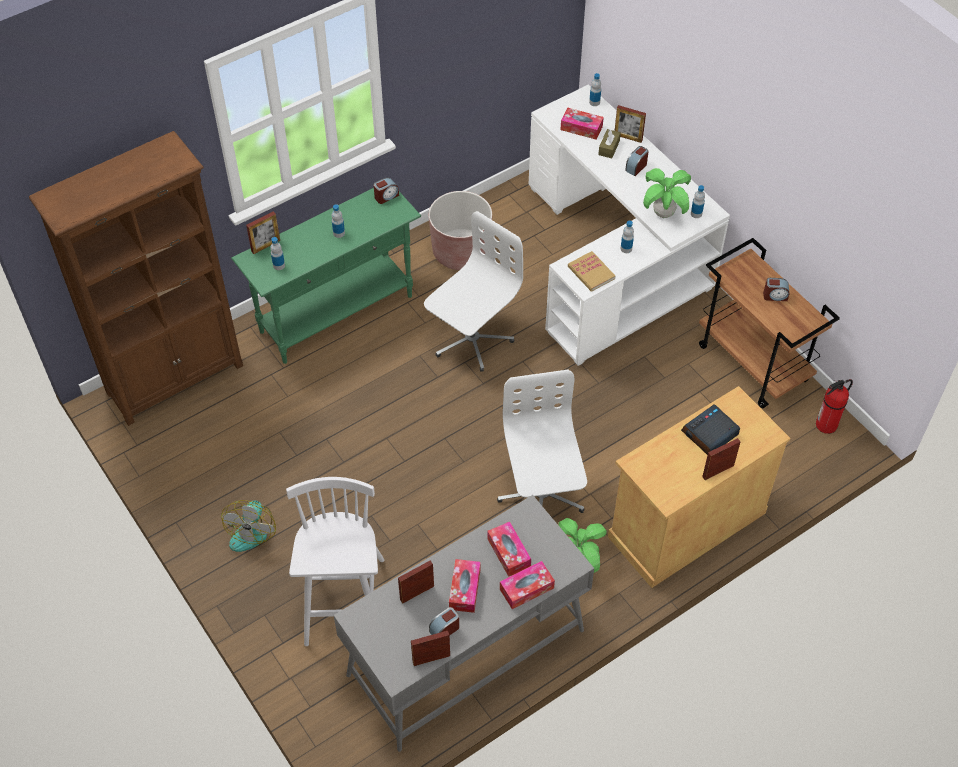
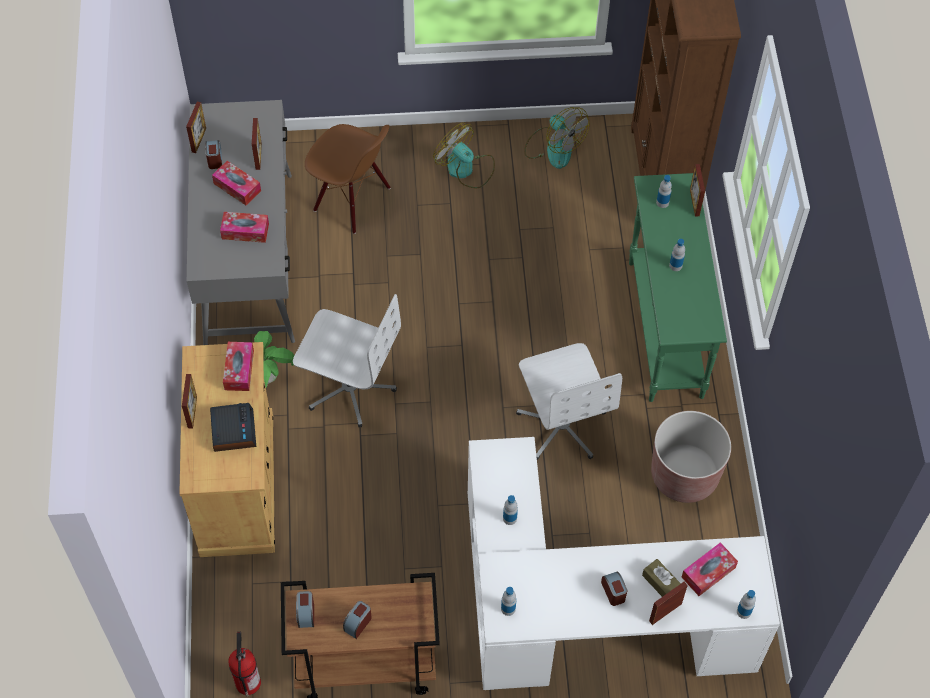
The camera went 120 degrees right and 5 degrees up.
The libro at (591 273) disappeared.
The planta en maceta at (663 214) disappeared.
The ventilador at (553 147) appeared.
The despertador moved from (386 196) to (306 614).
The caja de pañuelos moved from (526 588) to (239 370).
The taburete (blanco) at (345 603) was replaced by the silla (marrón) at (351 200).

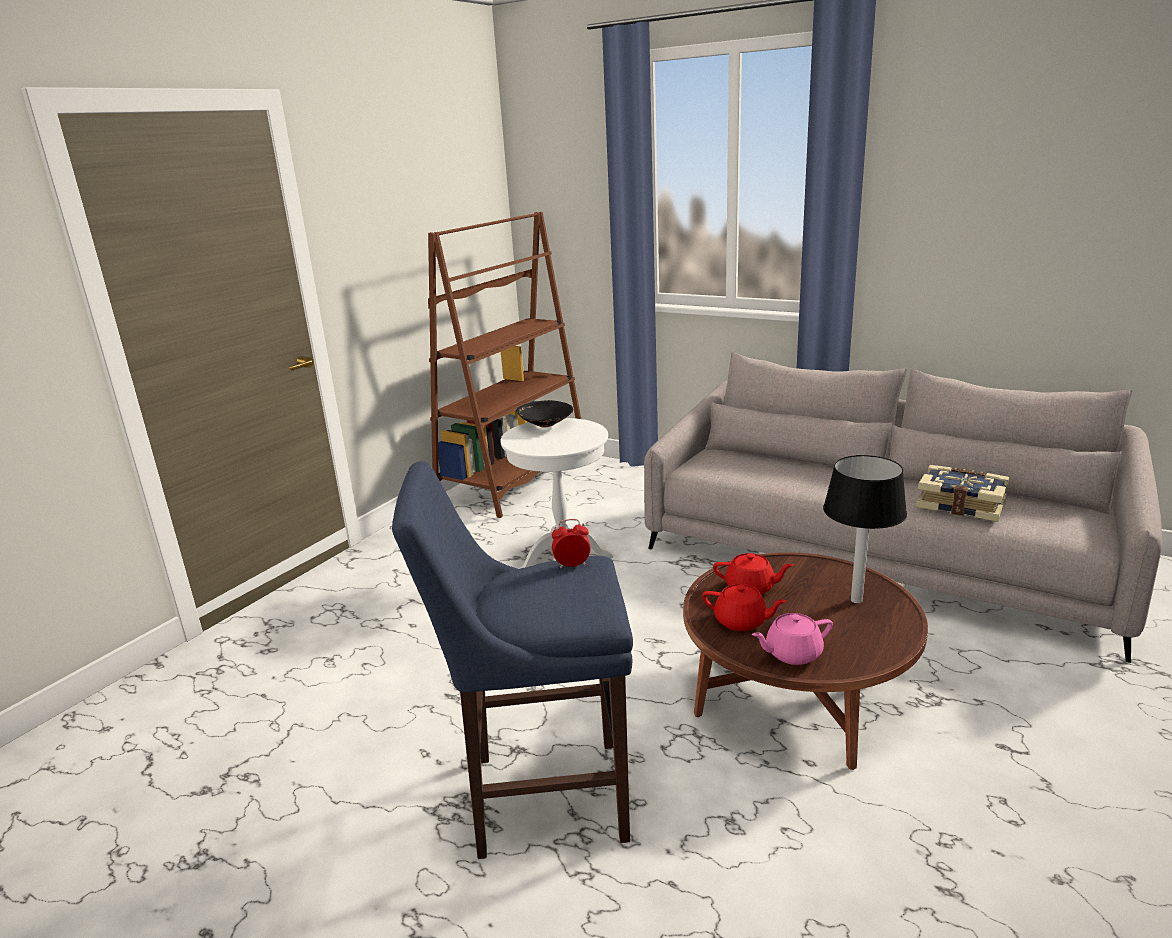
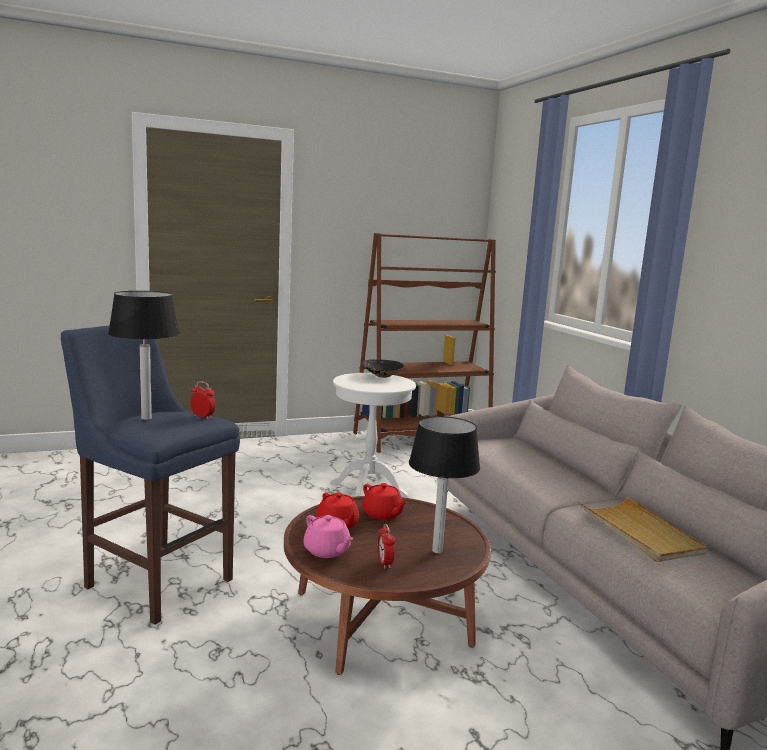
The camera went 35 degrees right and 10 degrees down.
The lámpara de mesa at (146 418) appeared.
The despertador at (384 563) appeared.
The libro at (961 504) was replaced by the bandeja (beis) at (639 532).
The tetera (rosa) at (792 653) turned 150 degrees counterclockwise.

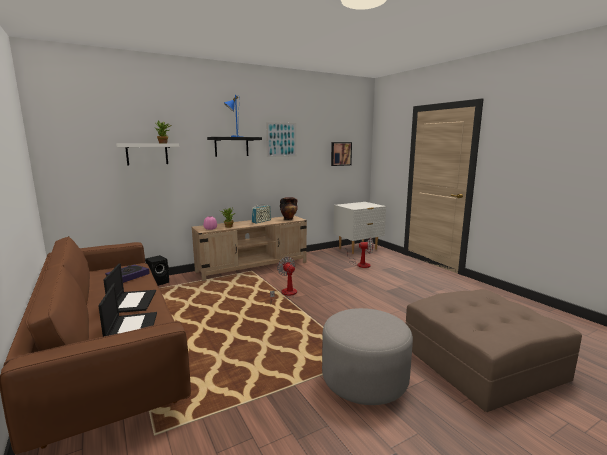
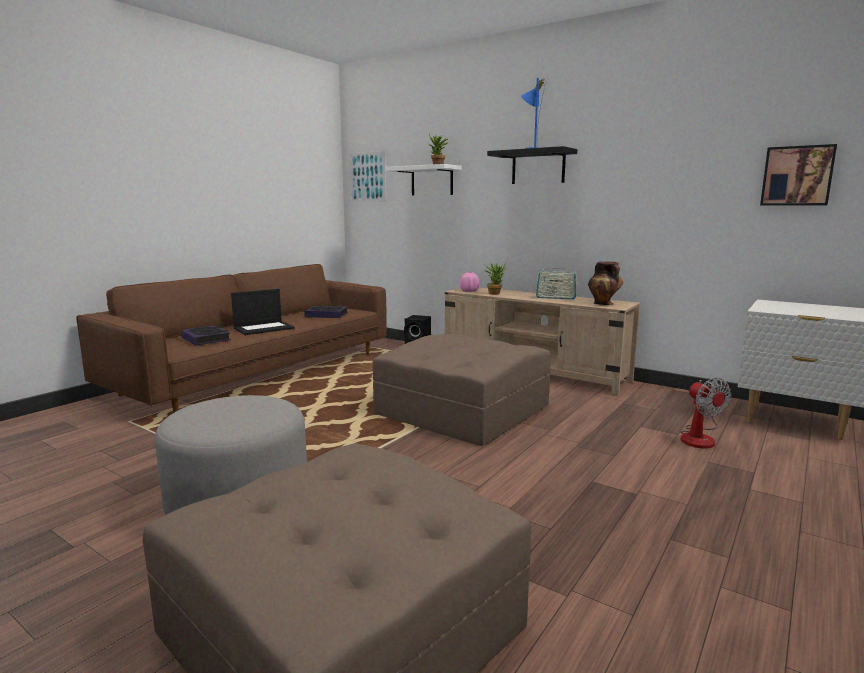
The camera went 65 degrees right and 0 degrees up.
The cuadro moved from (281 139) to (367 177).
The portátil at (131 327) was replaced by the libro at (206 339).
The ventilador at (286 294) was replaced by the puf (marrón) at (462 409).

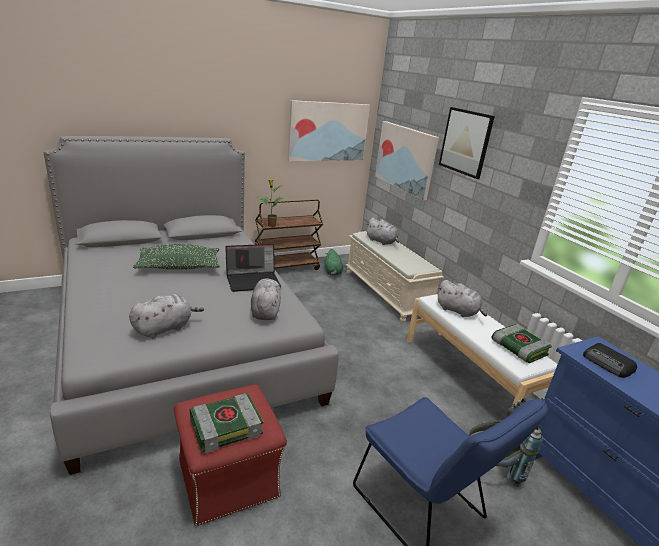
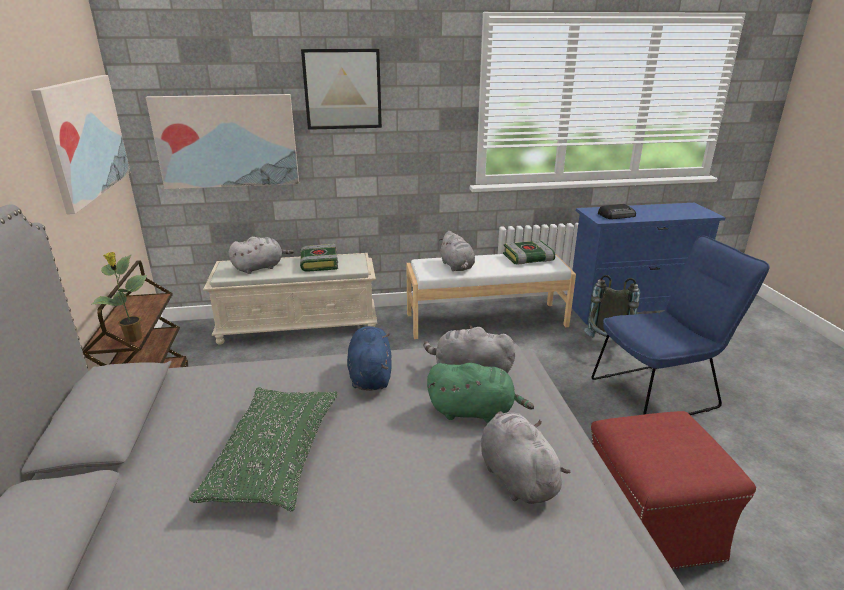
The camera went 70 degrees left and 0 degrees up.
The libro moved from (226 426) to (318 263).
The peluche (verde) moved from (332 272) to (474 412).
The portátil at (253 281) was replaced by the peluche (azul) at (370 375).
The peluche (gris) at (458 311) turned 105 degrees clockwise.

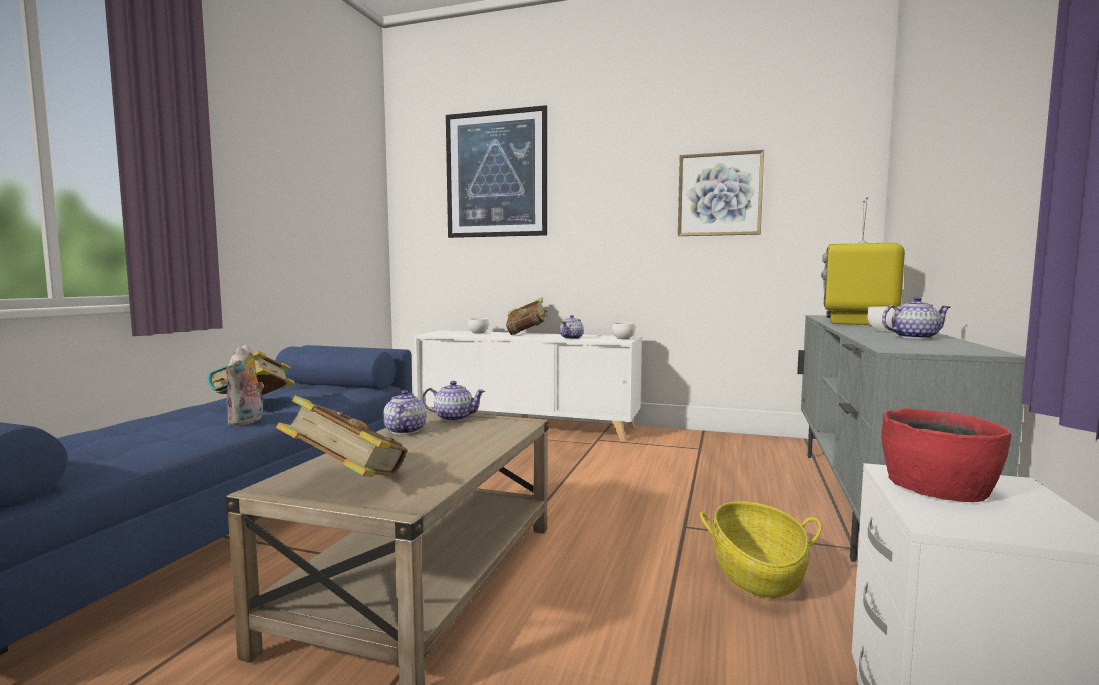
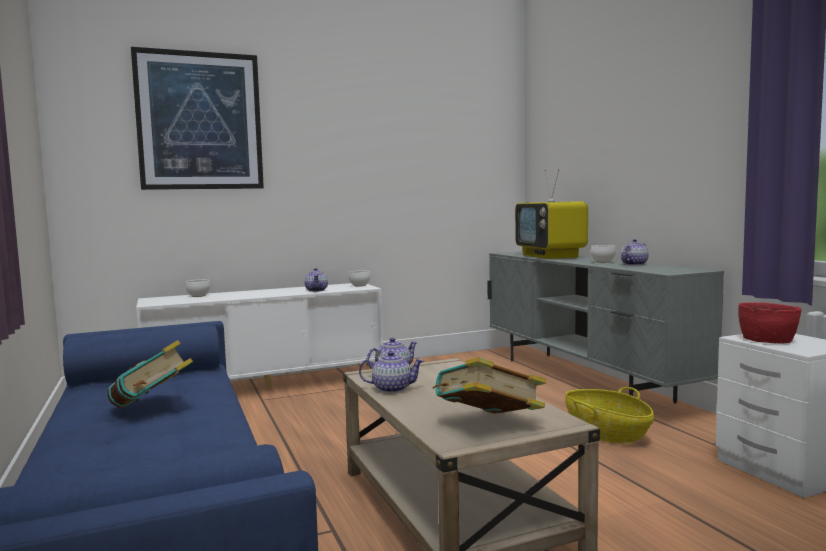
The camera went 40 degrees left and 0 degrees up.
The peluche at (247 421) disappeared.
The libro at (527 334) disappeared.
The cuadro at (719 194) disappeared.
The tetera at (404 431) turned 135 degrees clockwise.

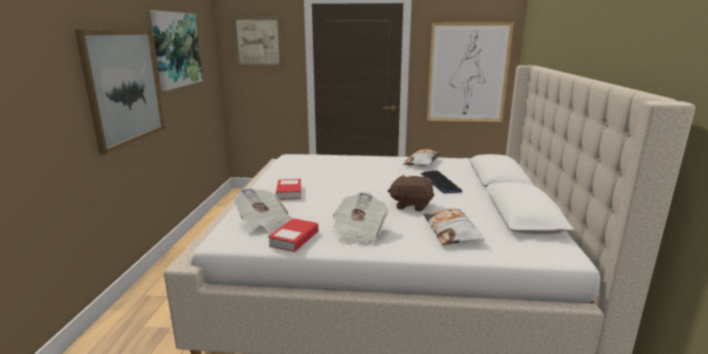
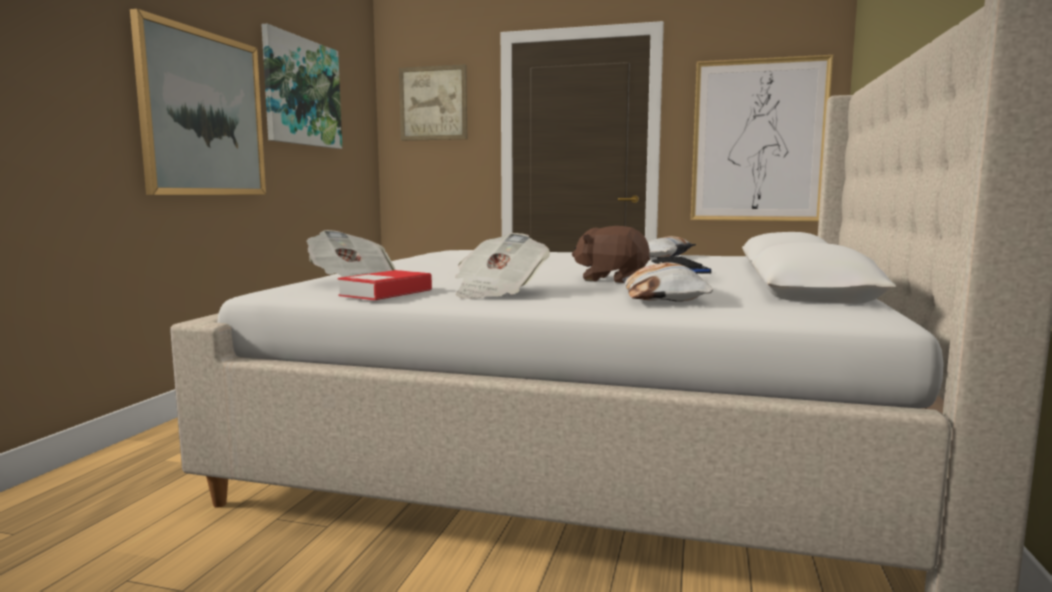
The camera went 10 degrees right and 10 degrees down.
The libro at (289 192) disappeared.

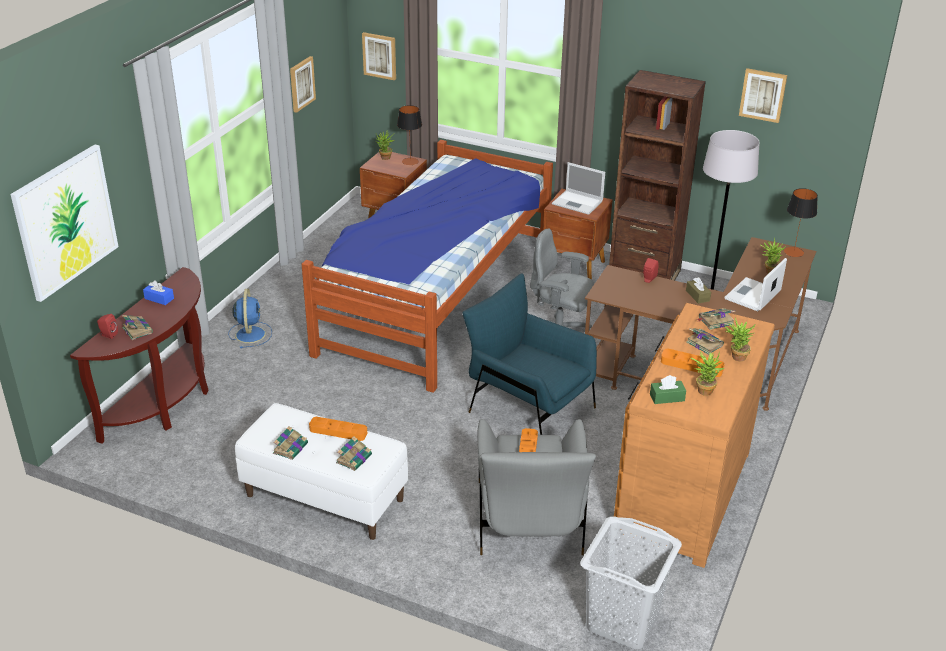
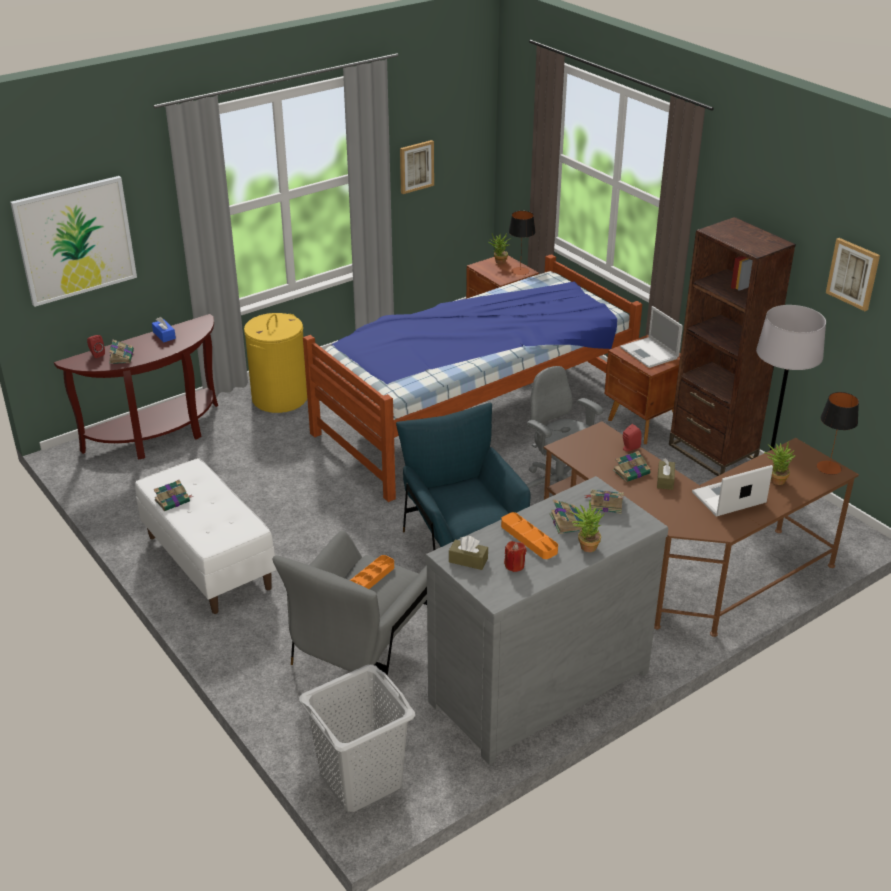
The camera went 30 degrees right and 0 degrees up.
The bandeja (naranja) at (338 431) disappeared.
The cuadro at (379 55) disappeared.
The libro moved from (354 458) to (632 472).
The ventilador (azul) at (250 334) was replaced by the cesto de la ropa (amarillo) at (279 398).
The planta en maceta at (703 389) was replaced by the vela (rojo) at (514 565).
The cómoda (marrón) at (681 494) became the cómoda (gris) at (536 684).
The caja de pañuelos (verde) at (667 397) became the caja de pañuelos (marrón) at (468 560).

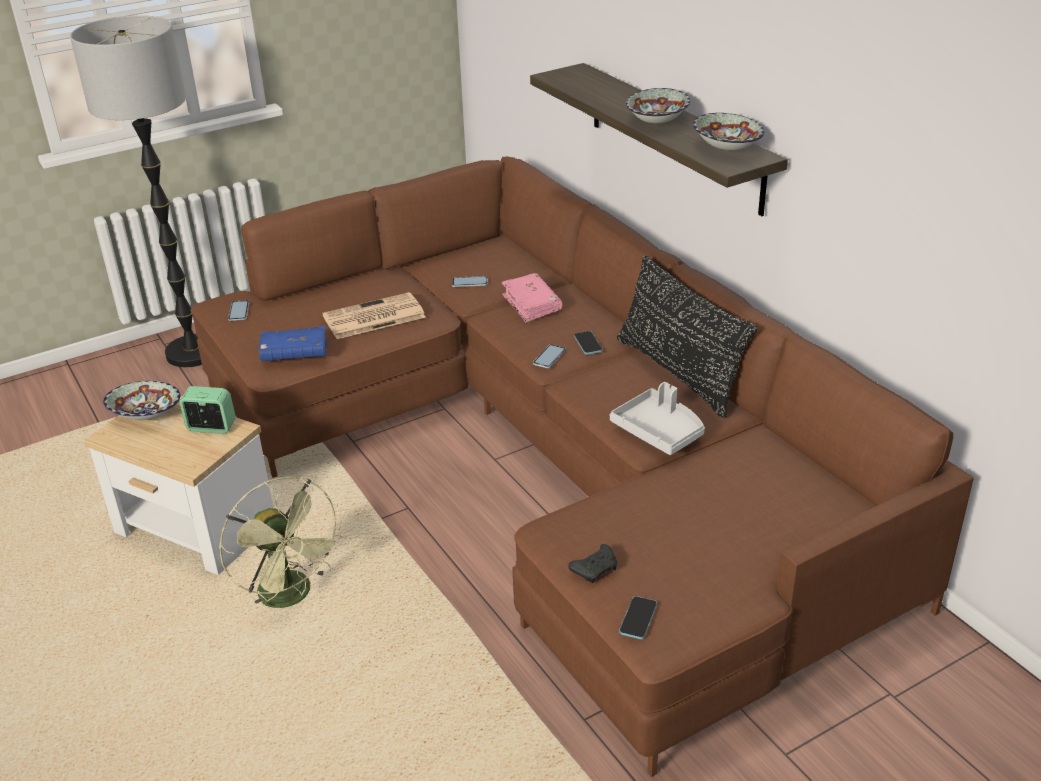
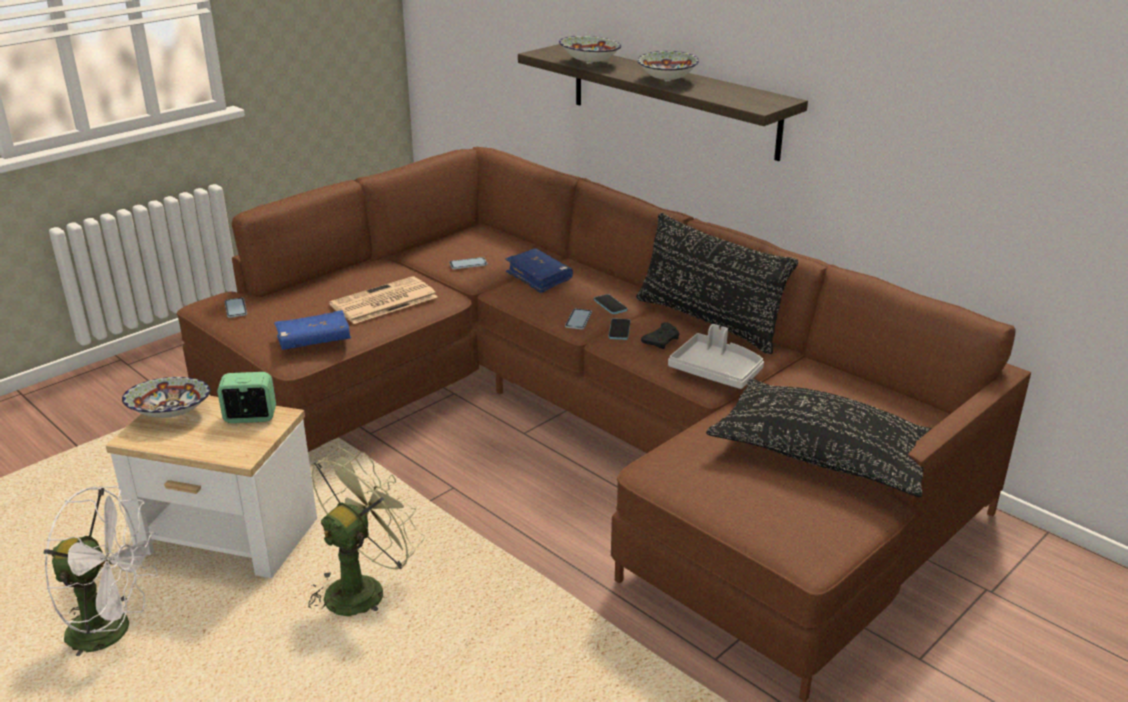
The camera went 15 degrees left and 5 degrees down.
The lámpara de pie at (192 353) disappeared.
The ventilador (blanco) at (113 631) appeared.
The cojín (negro) at (824 456) appeared.
The mando de consola (negro) moved from (595 569) to (661 341).
The móvil moved from (638 619) to (619 330).
The cuenco moved from (725 148) to (588 63).
The libro (rosa) at (531 304) became the libro (azul) at (539 277).
The ventilador (verde) at (292 596) turned 90 degrees counterclockwise.

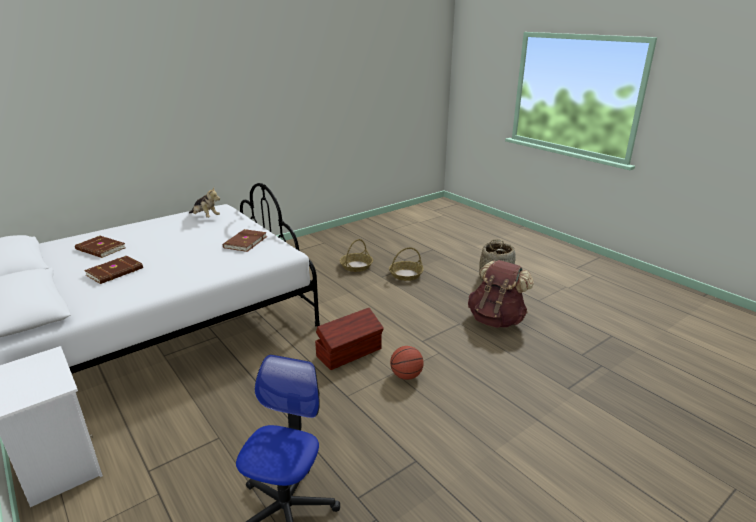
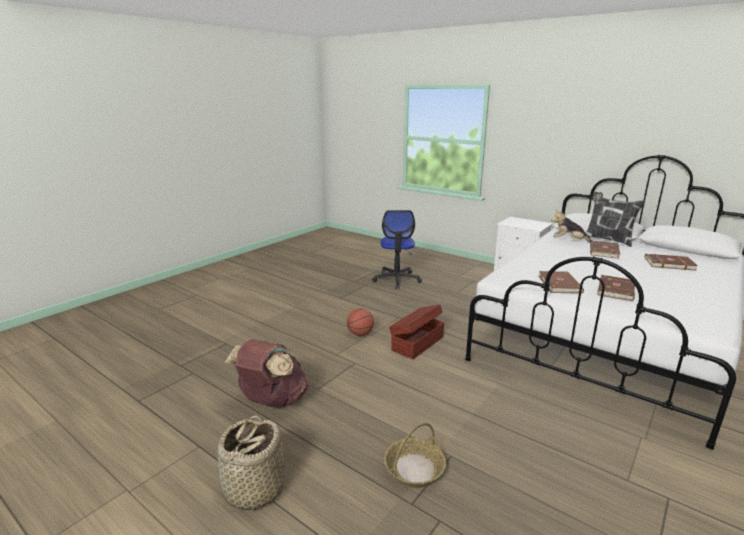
The camera went 165 degrees right and 5 degrees down.
The cesta at (356 266) disappeared.
The cojín at (607 240) appeared.
The libro (marrón) at (617 290) appeared.
The peluche moved from (205 217) to (569 241).

